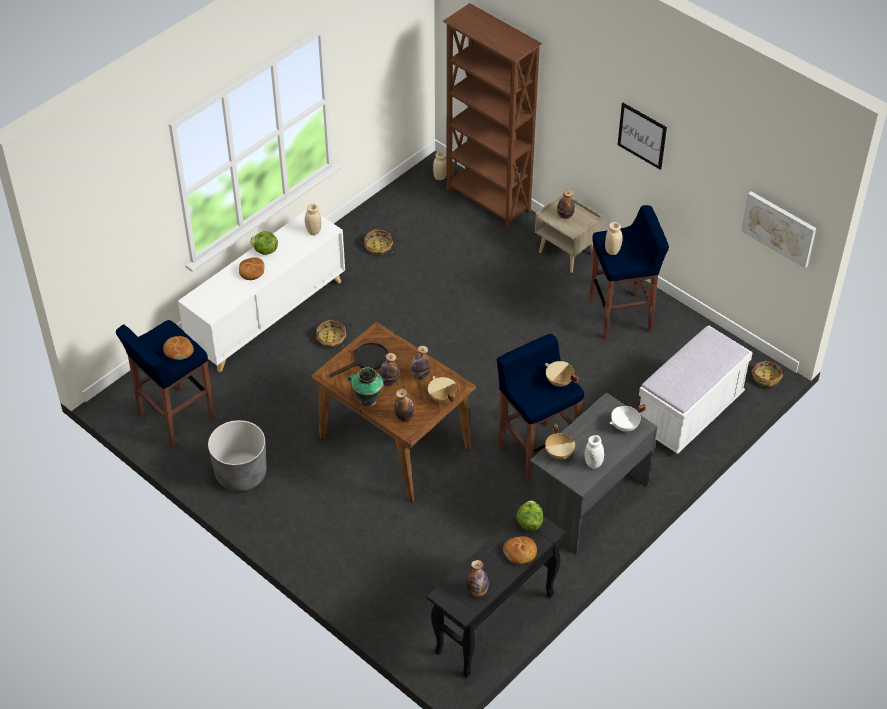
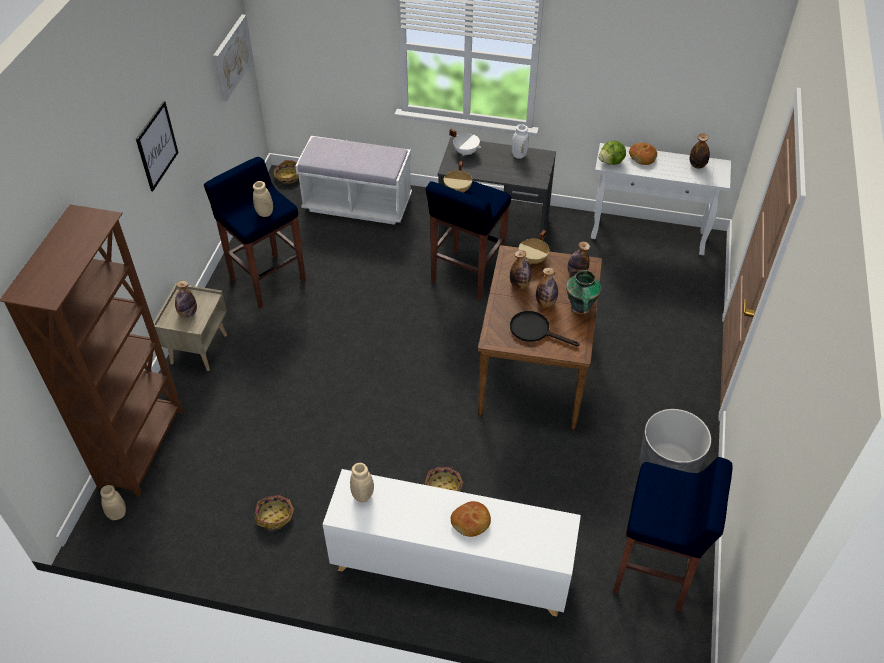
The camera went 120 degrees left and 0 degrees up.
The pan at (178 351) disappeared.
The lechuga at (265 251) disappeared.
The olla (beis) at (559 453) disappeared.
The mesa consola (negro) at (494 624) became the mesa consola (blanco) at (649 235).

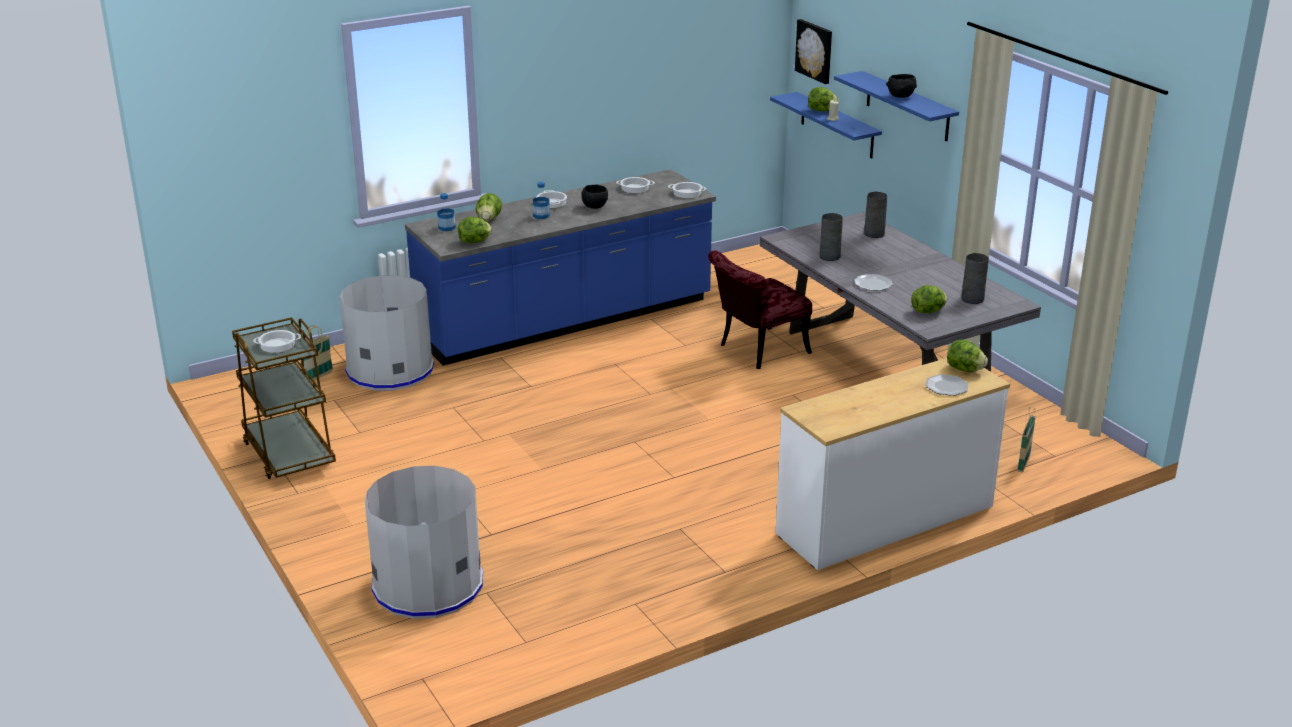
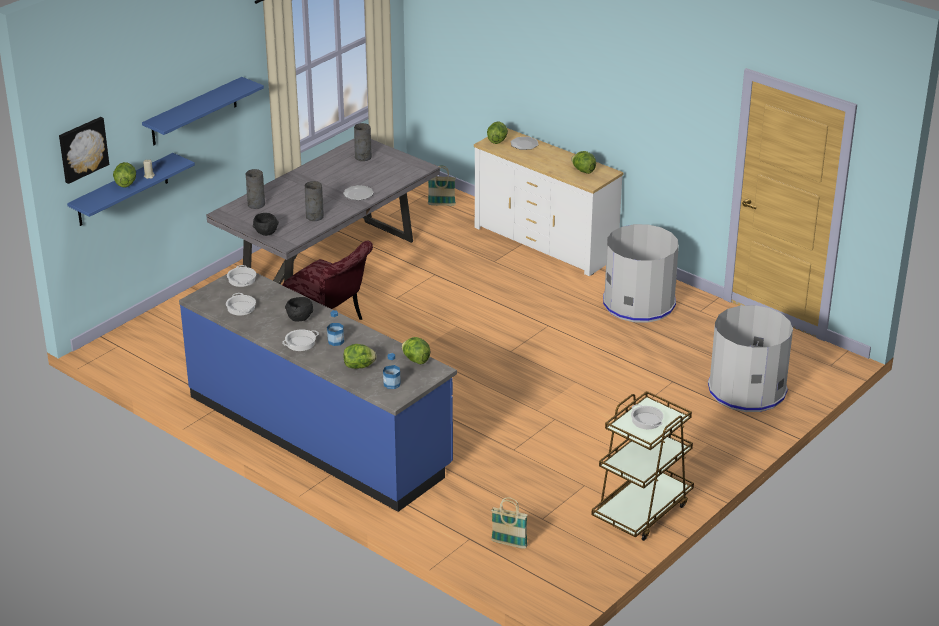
The camera went 110 degrees left and 5 degrees up.
The papelera (gris) moved from (390 370) to (639 303).
The cuenco (negro) moved from (901 96) to (266 233).
The lechuga moved from (928 311) to (583 171).

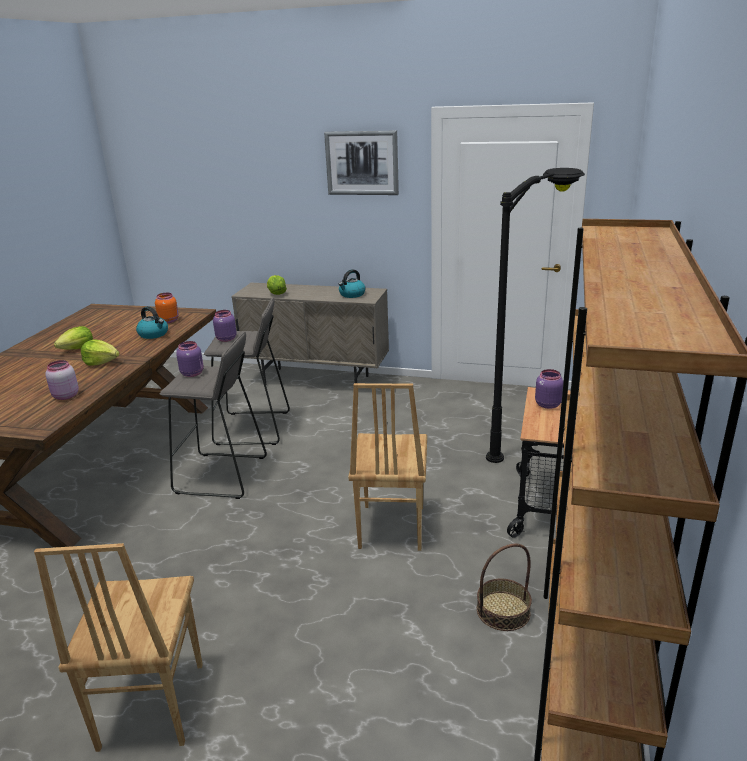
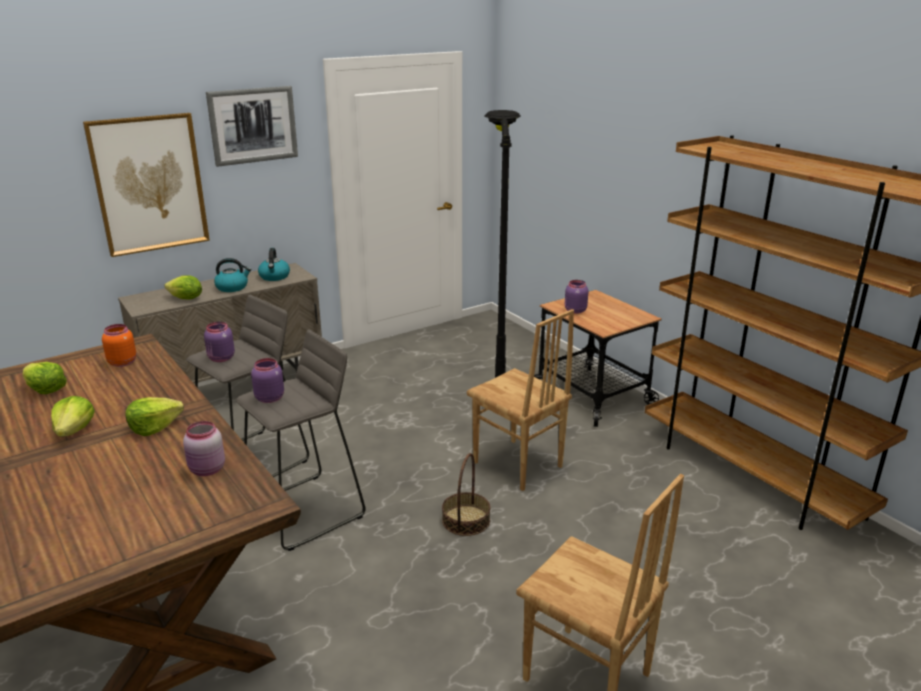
The camera went 50 degrees left and 0 degrees up.
The lechuga at (45 389) appeared.
The cuadro at (149 184) appeared.
The hervidor moved from (154 334) to (232 287).
The cesta moved from (503 611) to (466 520).

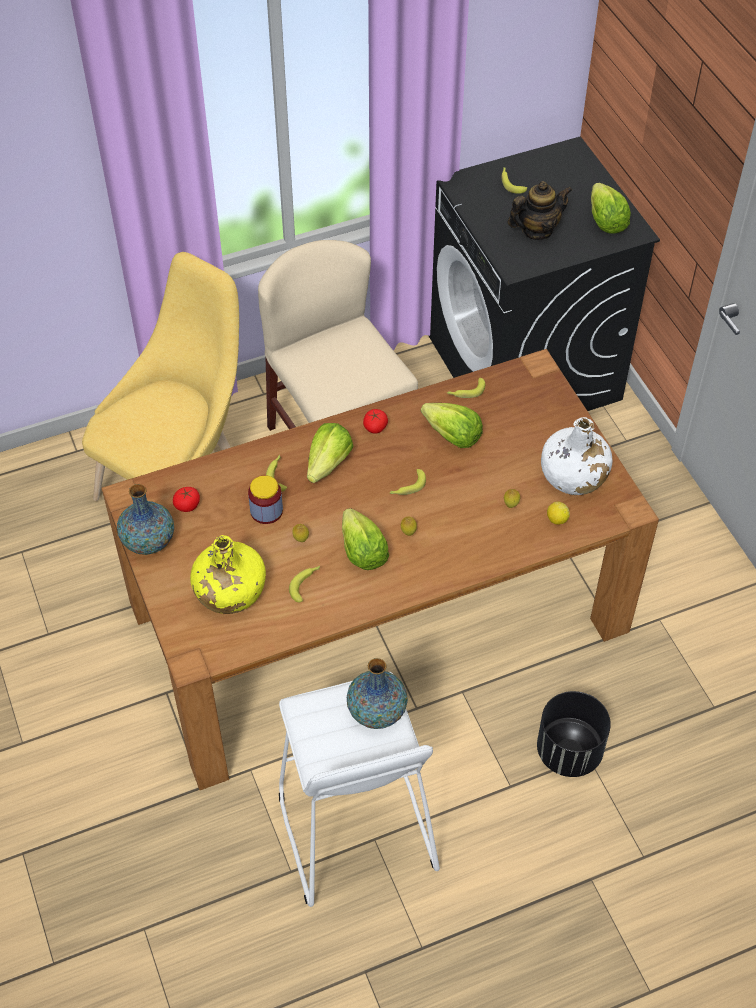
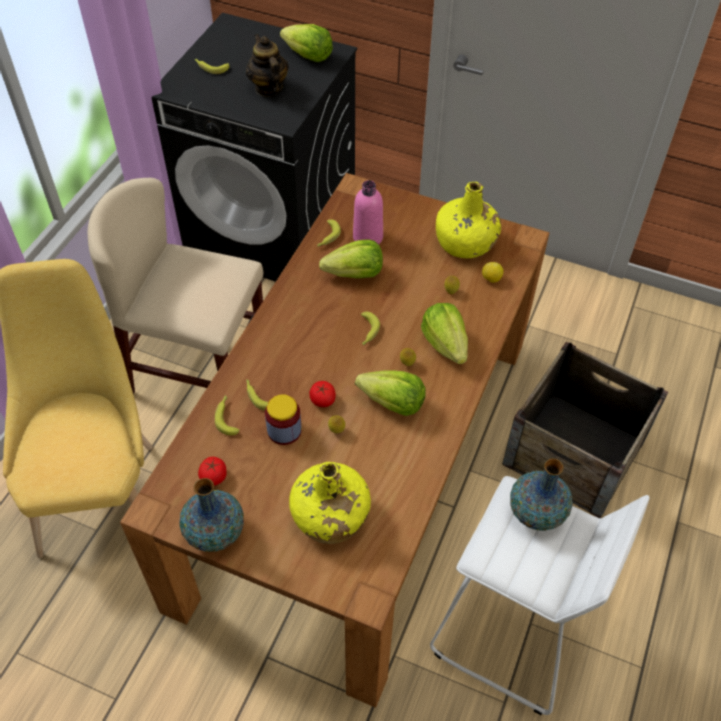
The camera went 45 degrees left and 0 degrees up.
The botella (rosa) at (367 237) appeared.
The plátano moved from (306 584) to (227 417).
The lechuga moved from (328 464) to (445 344).
The tomate moved from (375 427) to (322 400).
The maceta (negro) at (569 752) was replaced by the caja de embalaje at (575 452).
The botella (blanco) at (573 476) became the botella (amarillo) at (465 243).
The tetera at (537 230) turned 45 degrees counterclockwise.

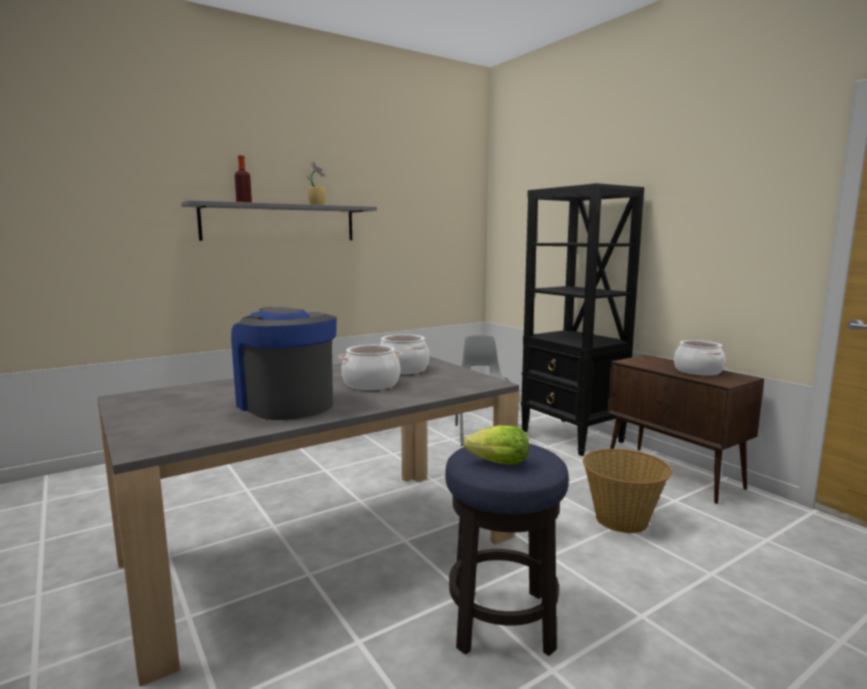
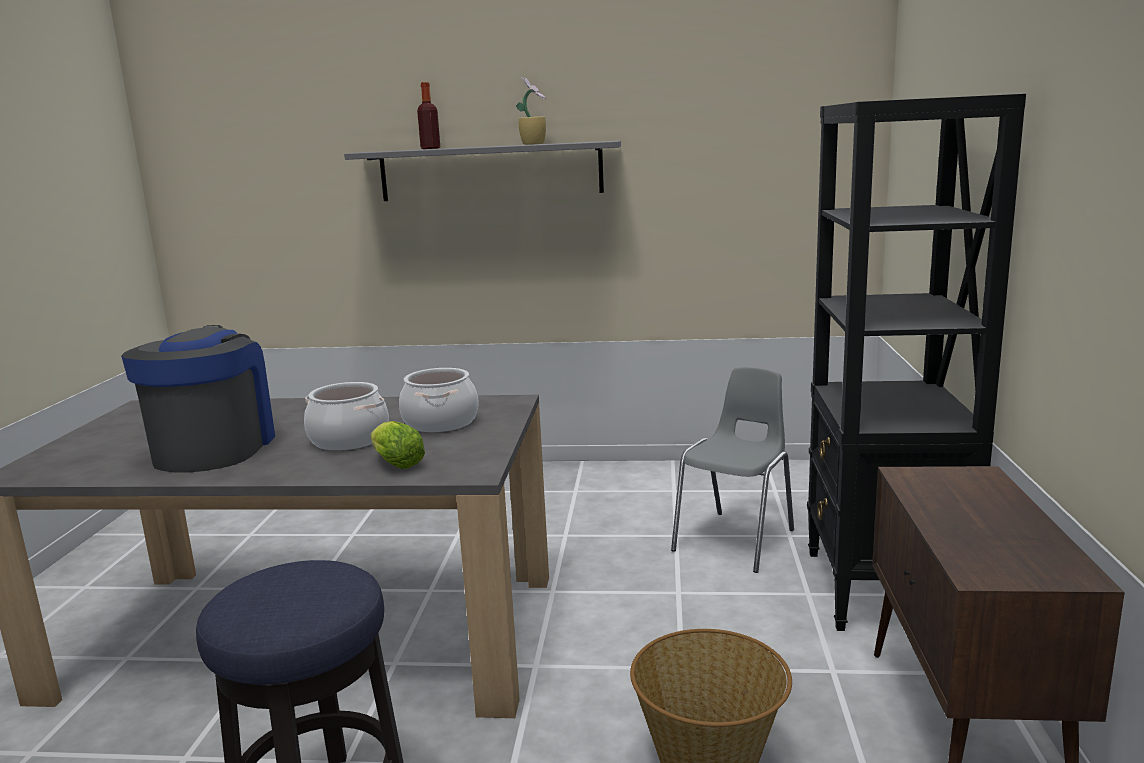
The camera went 40 degrees right and 5 degrees up.
The olla at (698 371) disappeared.
The lechuga moved from (495 463) to (395 464).

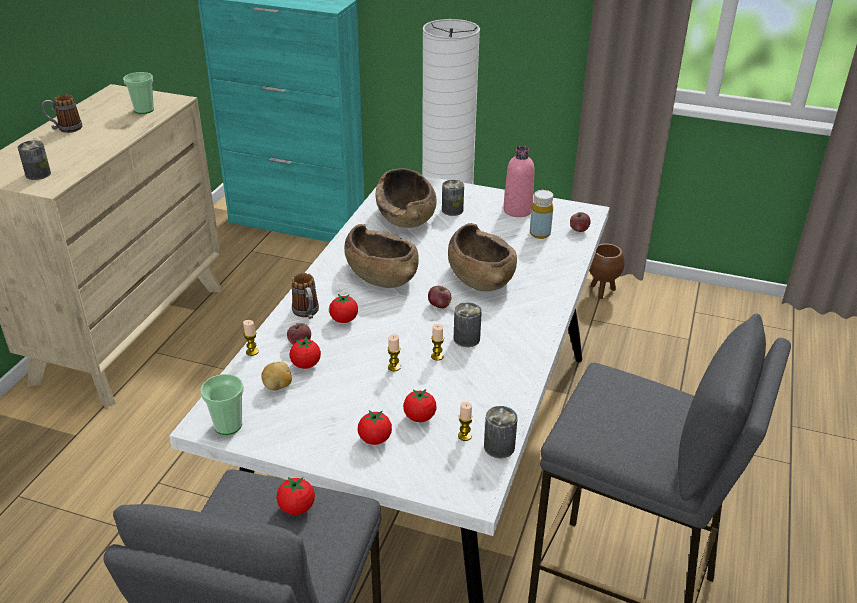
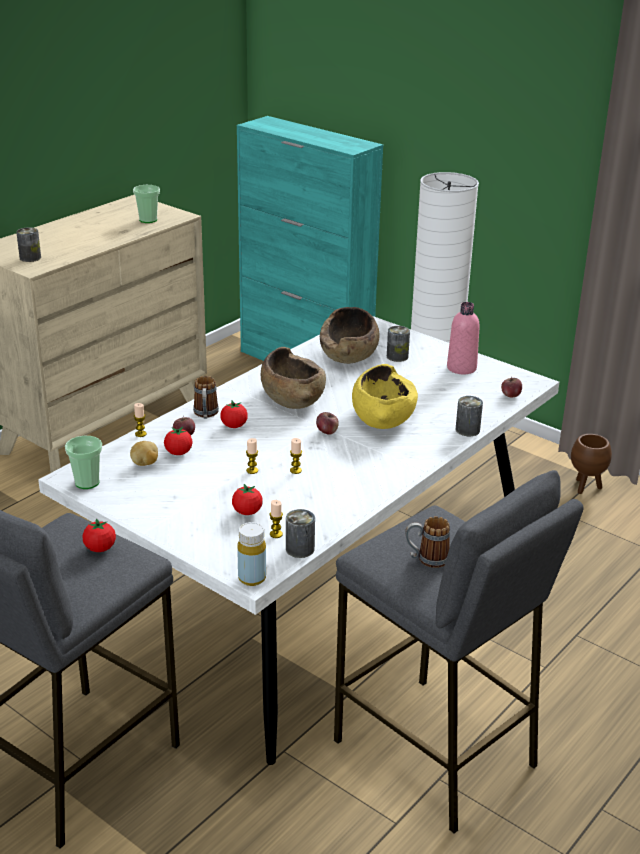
The camera went 20 degrees right and 5 degrees down.
The tomate at (375 439) disappeared.
The taza grande moved from (65 129) to (426 559).
The lata moved from (466 339) to (467 430).
The botella (amarillo) moved from (540 234) to (252 578).
The cuenco (marrón) at (480 276) became the cuenco (amarillo) at (383 415).

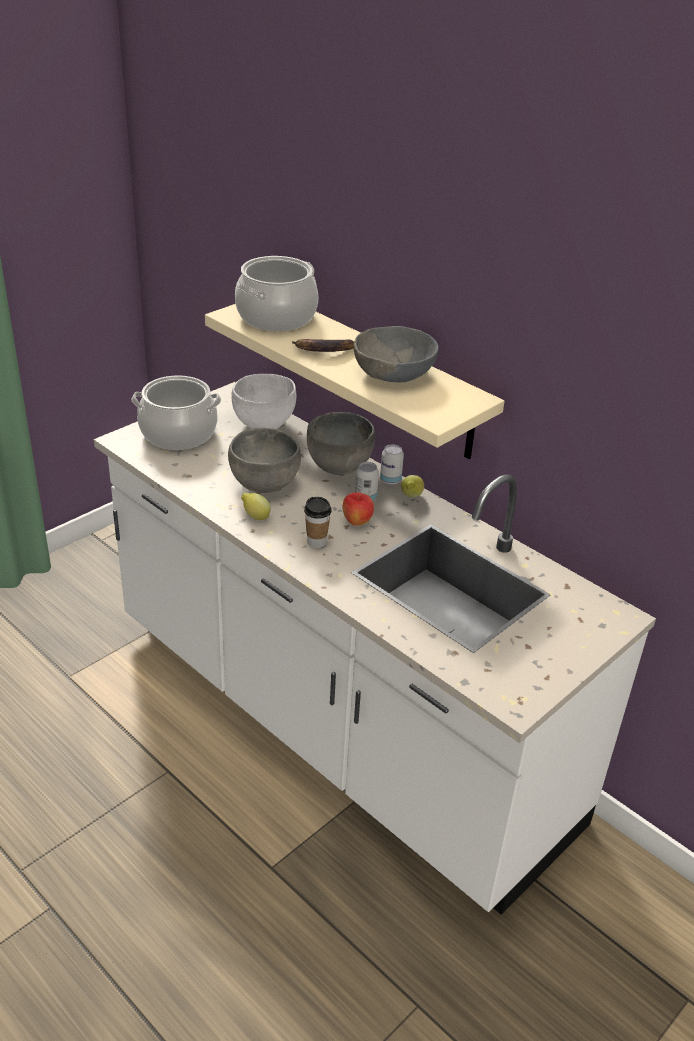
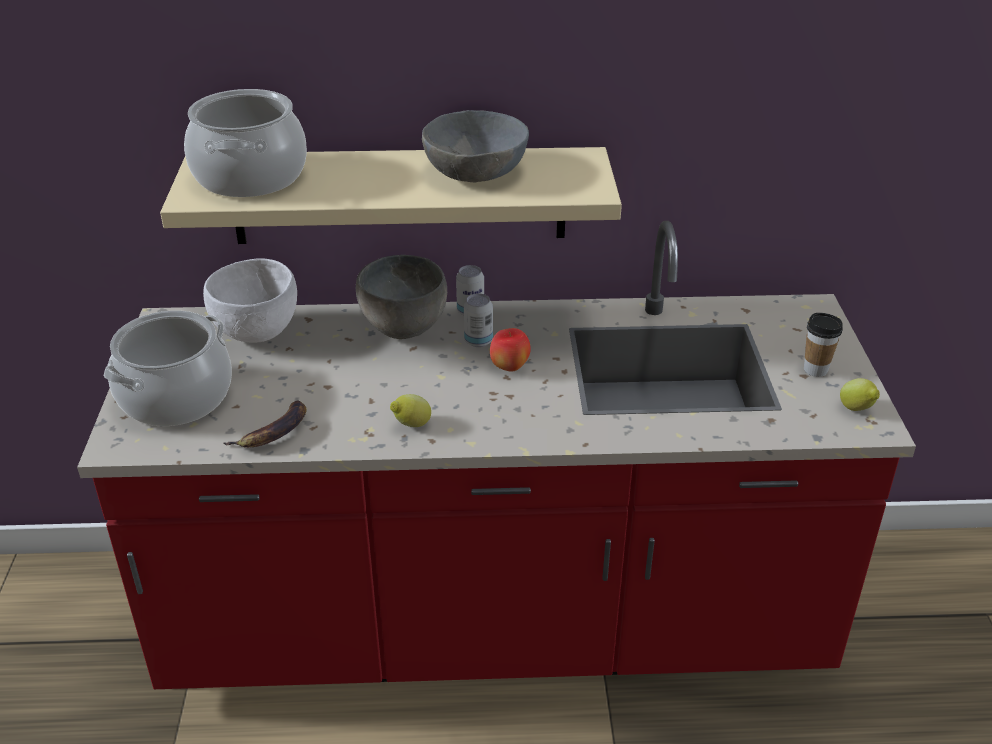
The camera went 45 degrees left and 0 degrees up.
The cuenco (gris) at (263 485) disappeared.
The plátano moved from (323 350) to (273 433).
The taza moved from (316 542) to (815 370).
The limón moved from (411 497) to (857 409).
The mueble bajo de cocina (blanco) at (335 722) became the mueble bajo de cocina (rojo) at (496 627).

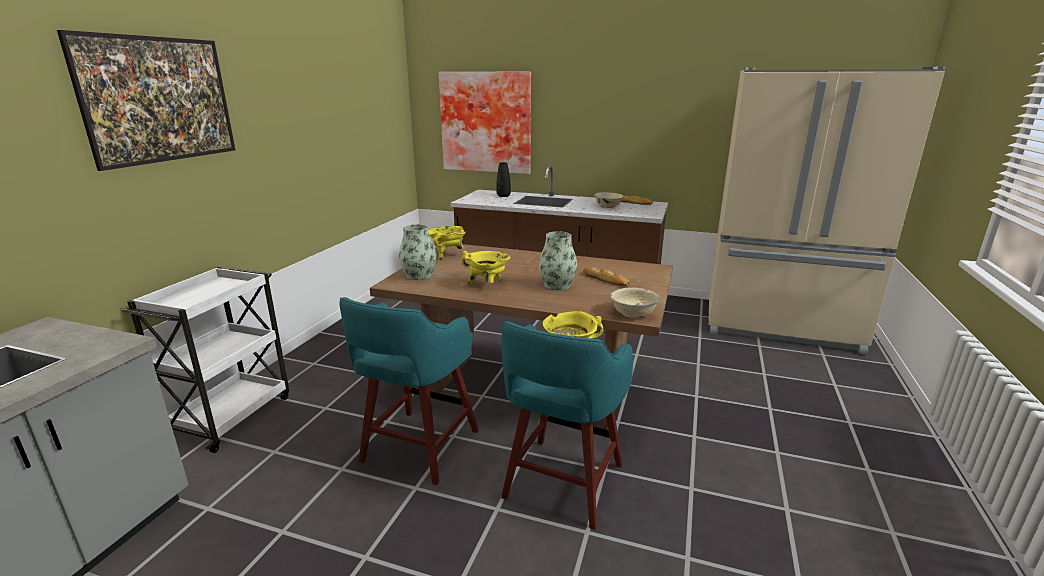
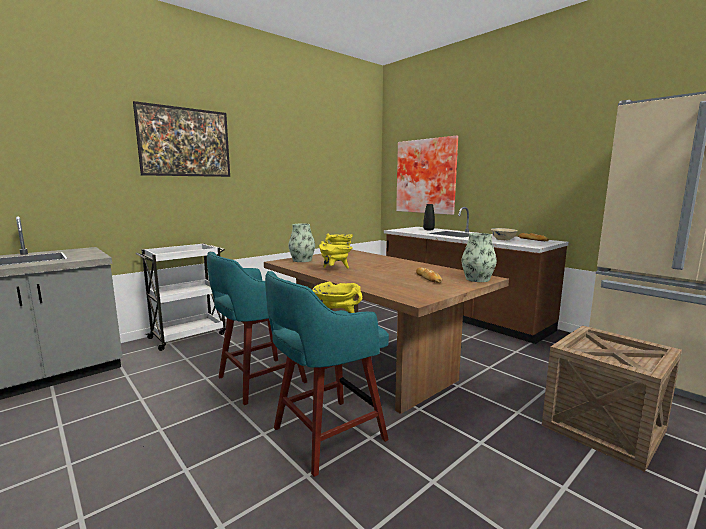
The camera went 30 degrees right and 10 degrees down.
The cuenco (beis) at (633 313) disappeared.
The caja de embalaje at (603 427) appeared.
The florero moved from (557 285) to (477 279).

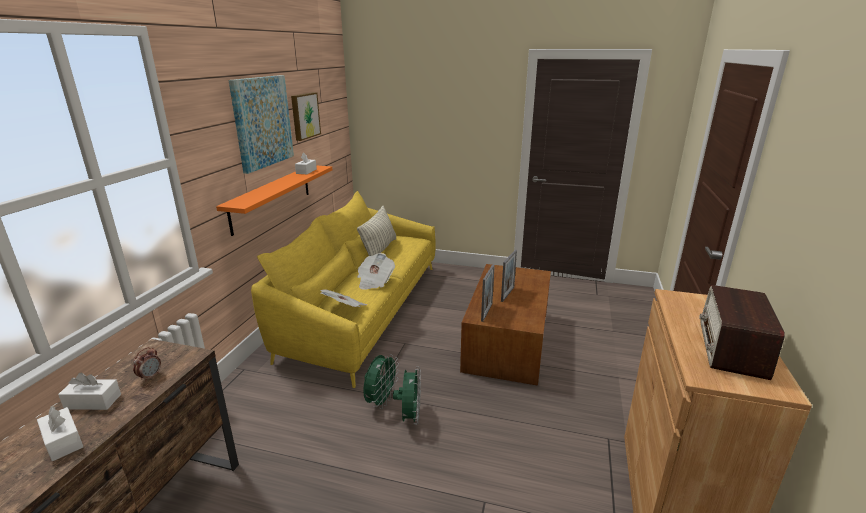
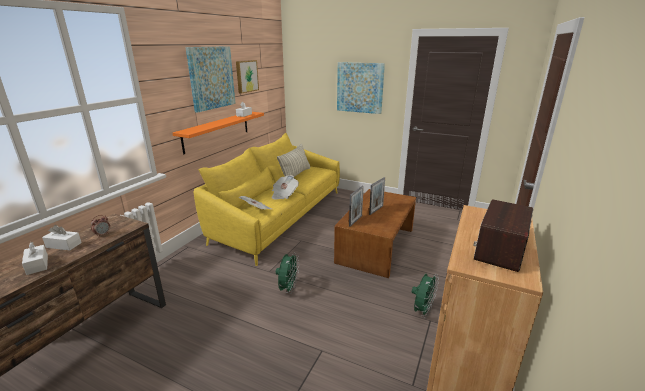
The camera went 10 degrees right and 0 degrees up.
The cuadro at (360 87) appeared.
The ventilador (verde) moved from (381 401) to (422 311).

